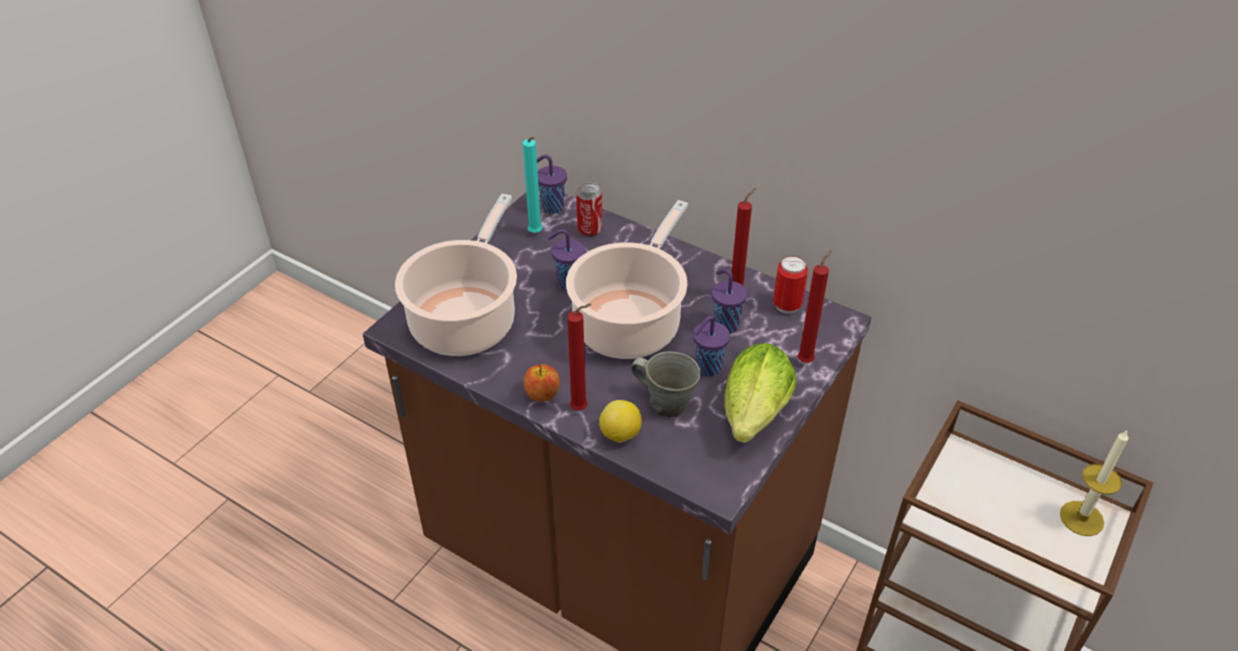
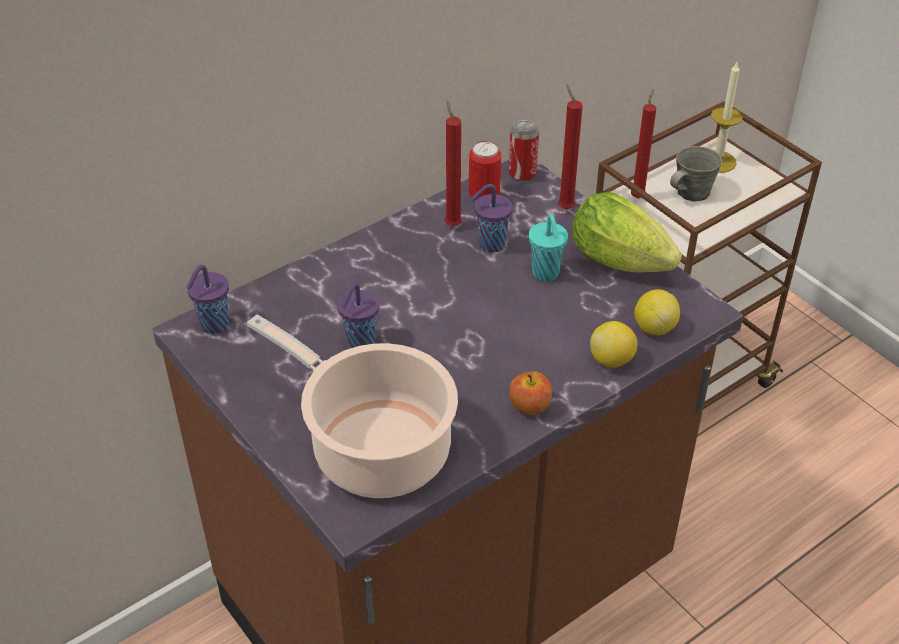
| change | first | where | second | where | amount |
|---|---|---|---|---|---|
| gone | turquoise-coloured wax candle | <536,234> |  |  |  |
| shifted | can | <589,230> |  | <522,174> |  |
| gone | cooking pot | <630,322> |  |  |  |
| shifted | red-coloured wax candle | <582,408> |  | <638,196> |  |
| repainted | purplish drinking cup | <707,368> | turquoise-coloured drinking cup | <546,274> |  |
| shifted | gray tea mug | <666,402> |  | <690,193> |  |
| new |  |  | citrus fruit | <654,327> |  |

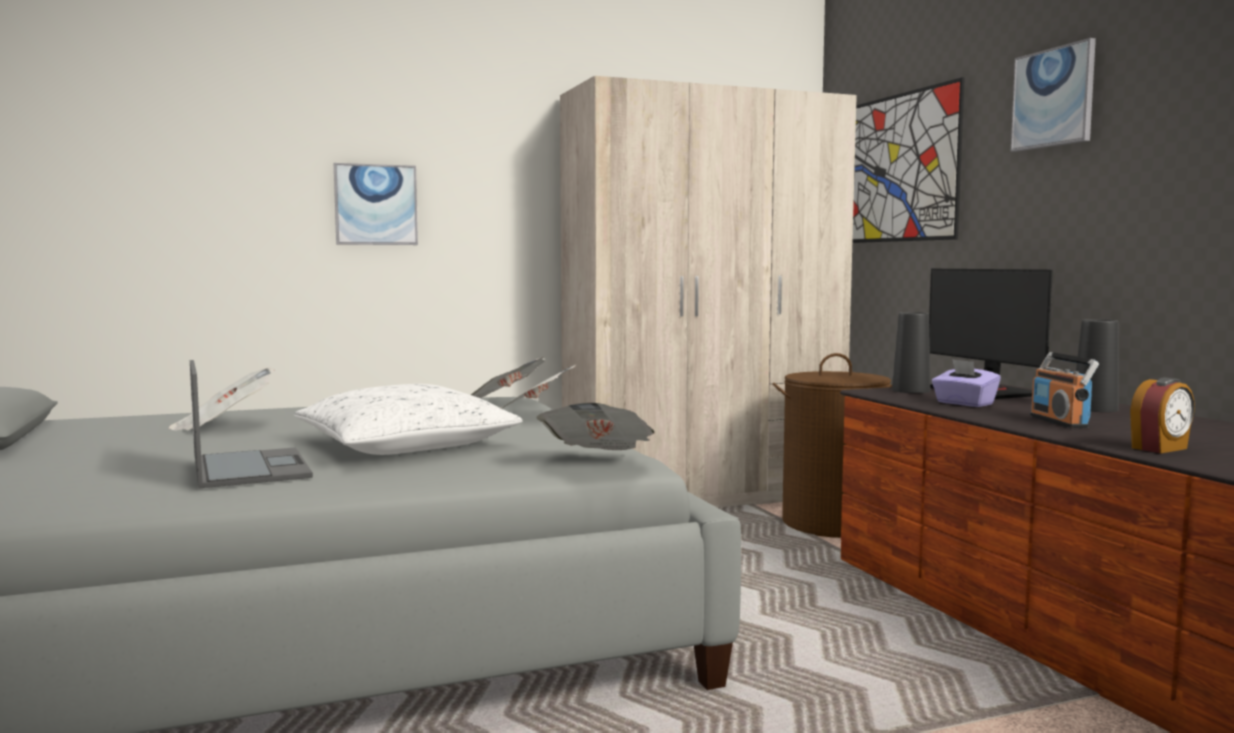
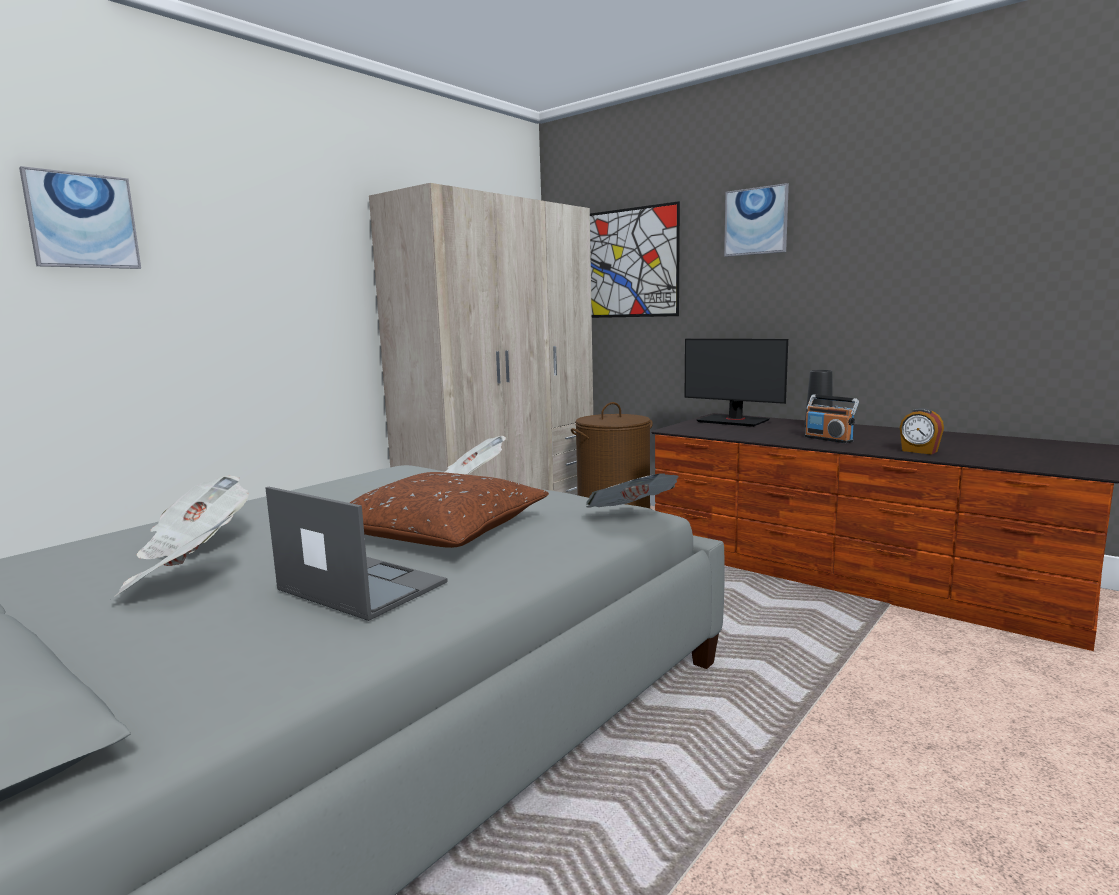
| change | first | where | second | where | amount |
|---|---|---|---|---|---|
| shifted | picture | <376,205> |  | <82,221> |  |
| gone | blackish decorative vase | <910,390> |  |  |  |
| shifted | daily paper | <504,402> |  | <176,587> |  |
| gone | purplish box of tissues | <964,403> |  |  |  |
| rotated | table clock | <1160,448> |  | <919,451> | 105 degrees clockwise |
| repainted | white-coloured cushion | <406,445> | brown-coloured cushion | <441,531> |  |

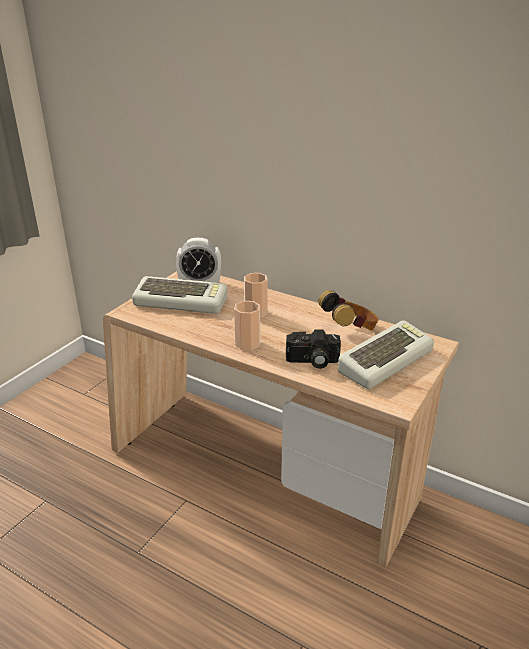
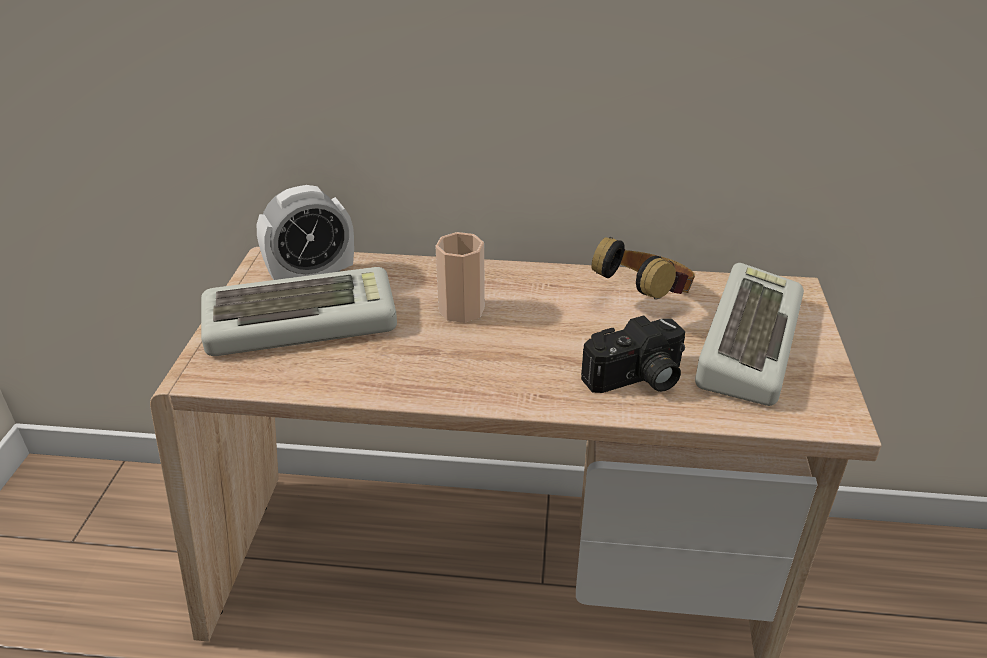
| change | first | where | second | where | amount |
|---|---|---|---|---|---|
| gone | drinking cup | <247,343> |  |  |  |

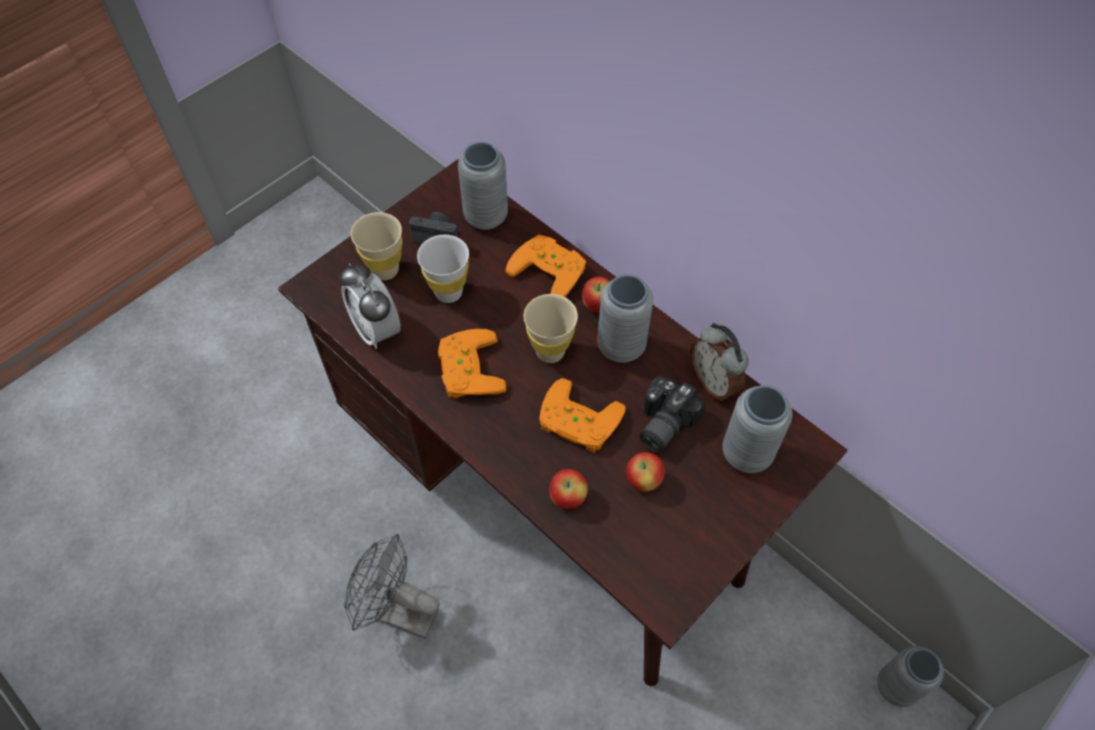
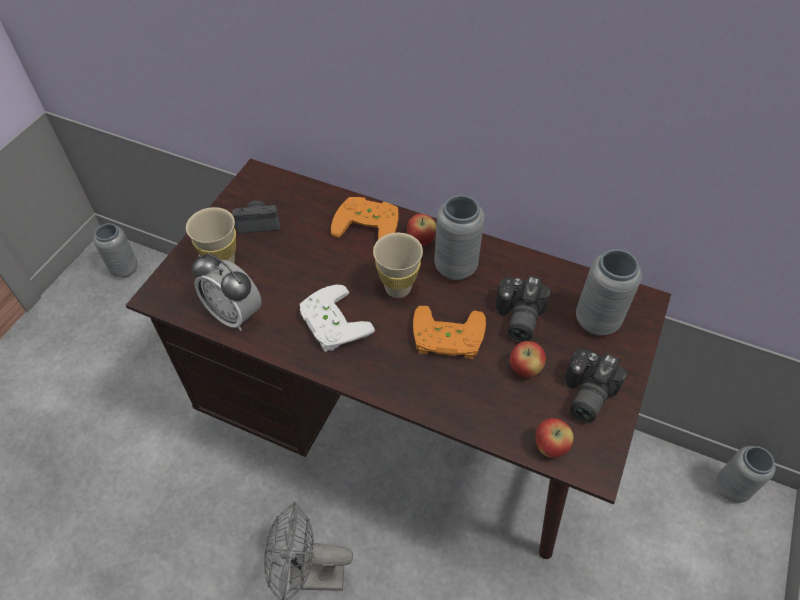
| change | first | where | second | where | amount |
|---|---|---|---|---|---|
| shifted | gray decorative vase | <486,217> |  | <124,269> |  |
| gone | white-coloured drinking cup | <448,292> |  |  |  |
| gone | table clock | <713,382> |  |  |  |
| repainted | orangey game controller | <466,369> | white-coloured game controller | <330,323> |  |
| shifted | apple fruit | <568,498> |  | <550,447> |  |
| new |  |  | photo camera | <584,394> |  |

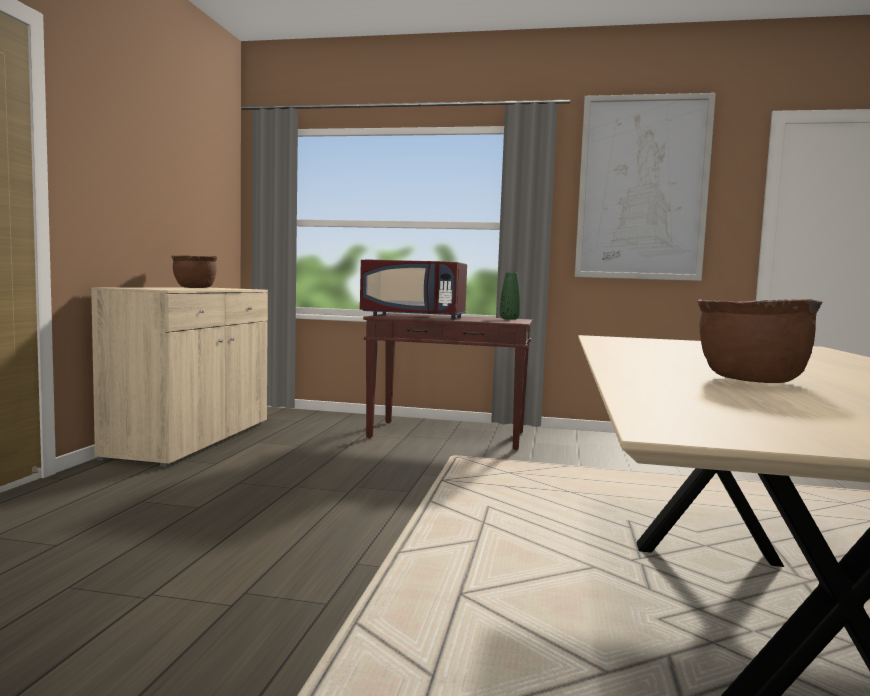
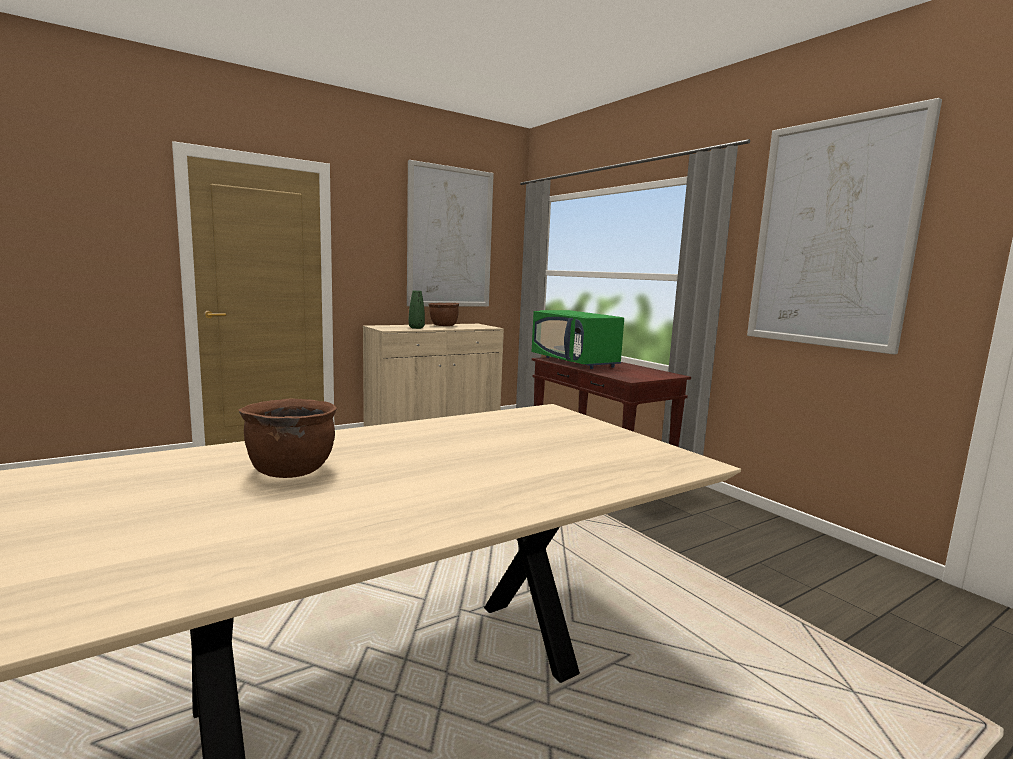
| change | first | where | second | where | amount |
|---|---|---|---|---|---|
| repainted | red-coloured kitchen microwave | <414,317> | green-coloured kitchen microwave | <575,362> |  |
| shifted | green-coloured decorative vase | <509,319> |  | <416,328> |  |
| new |  |  | picture | <449,238> |  |

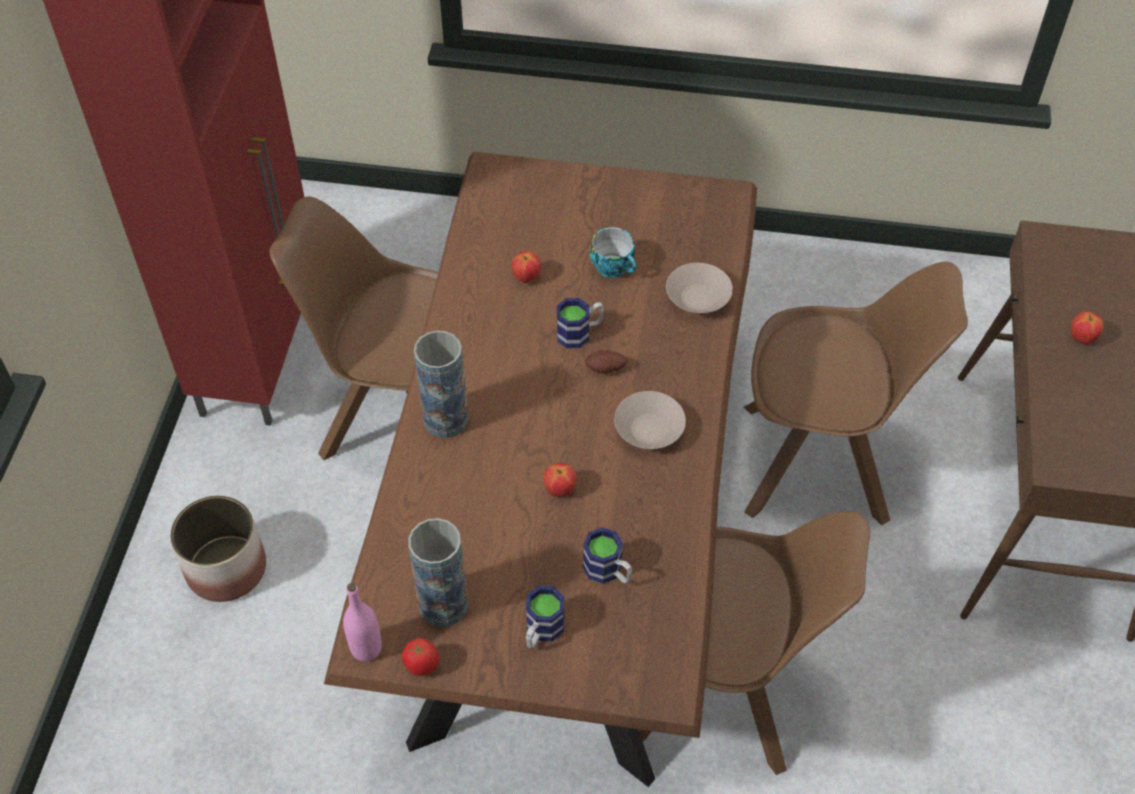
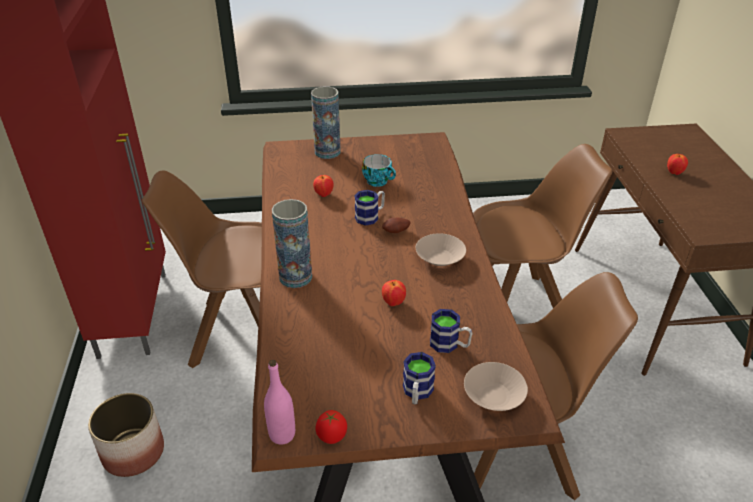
| change | first | where | second | where | amount |
|---|---|---|---|---|---|
| shifted | sand-coloured bowl | <698,299> |  | <494,397> |  |
| shifted | decorative vase | <443,604> |  | <327,152> |  |

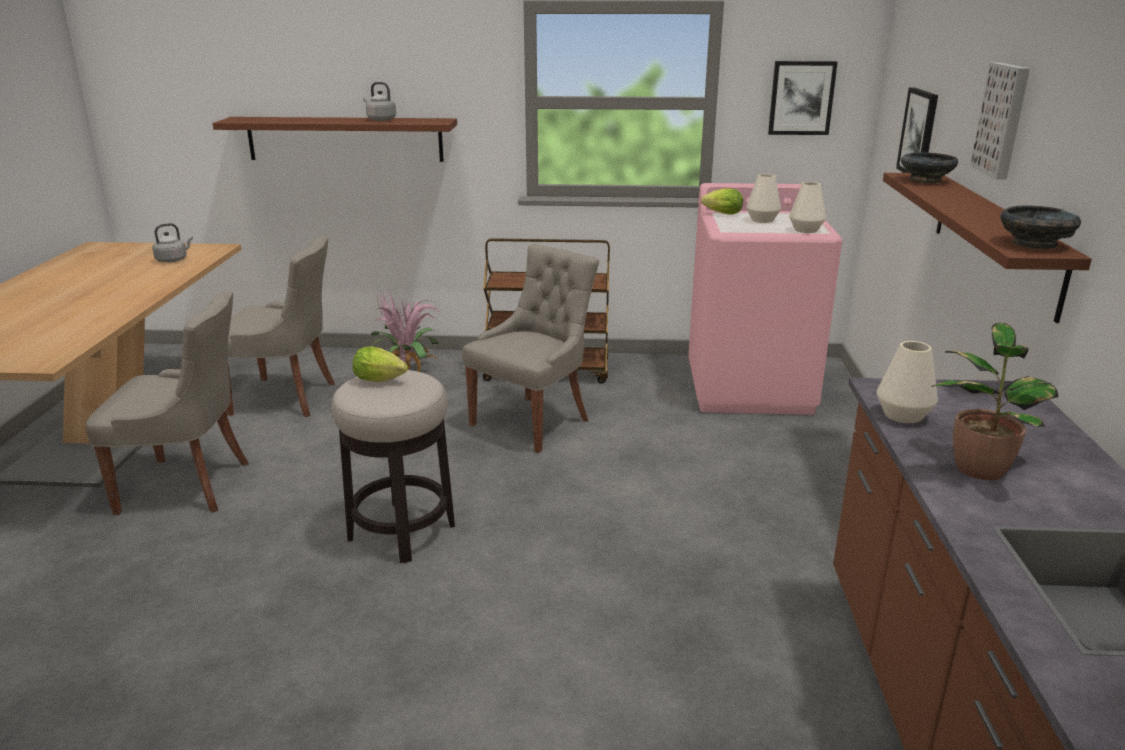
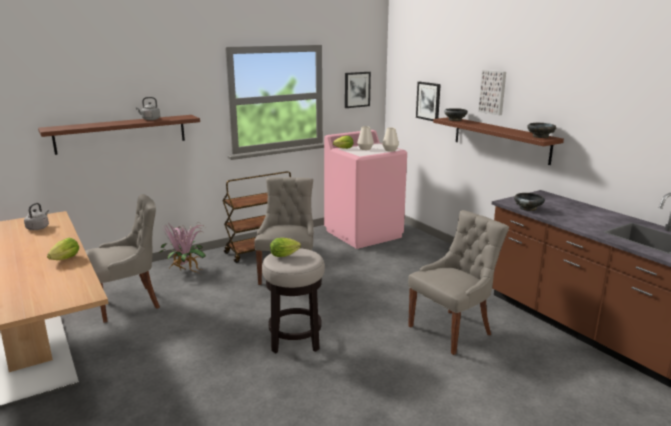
| change | first | where | second | where | amount |
|---|---|---|---|---|---|
| shifted | gray chair | <189,486> |  | <452,330> |  |
| gone | houseplant | <978,467> |  |  |  |
| swapped | white-coloured decorative vase | <903,415> | blackish bowl | <528,208> |  |
| new |  |  | lettuce | <64,260> |  |

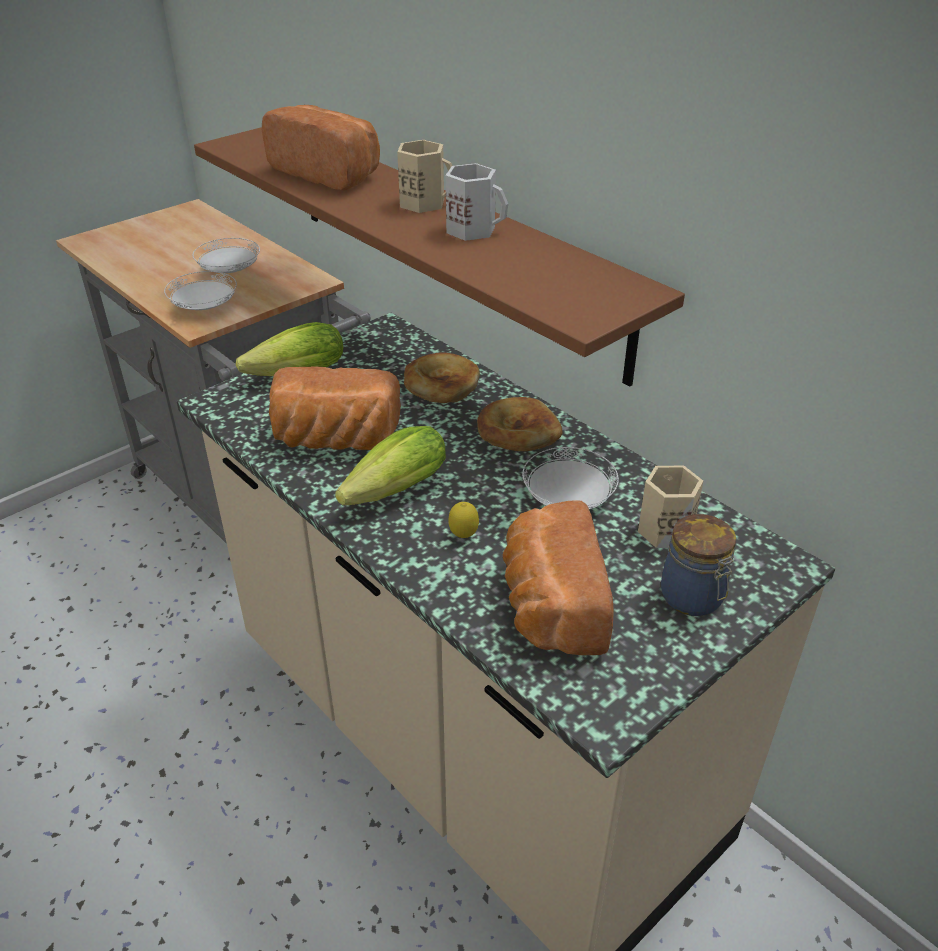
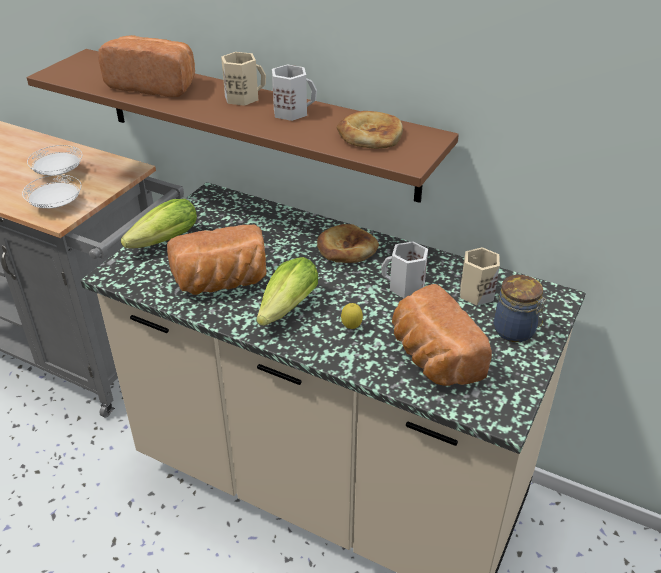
| change | first | where | second | where | amount |
|---|---|---|---|---|---|
| shifted | bread | <441,383> |  | <370,135> |  |
| swapped | white-coloured dinner plate | <568,499> | white-coloured tea mug | <405,287> |  |

